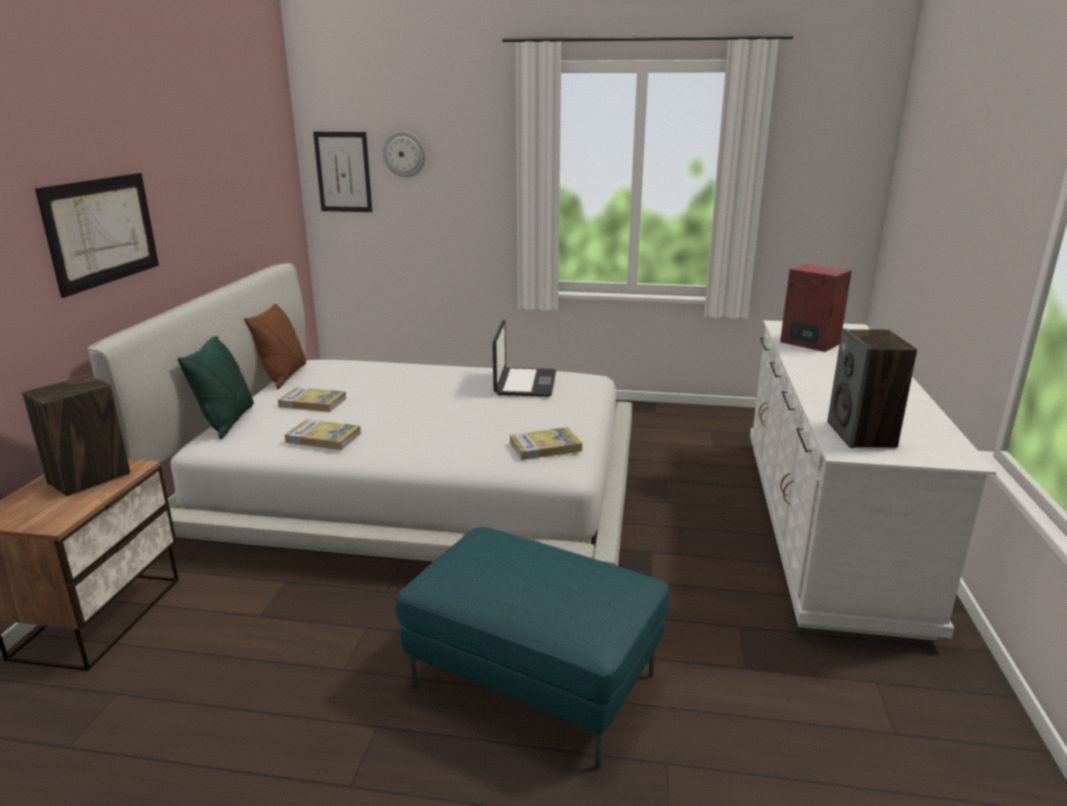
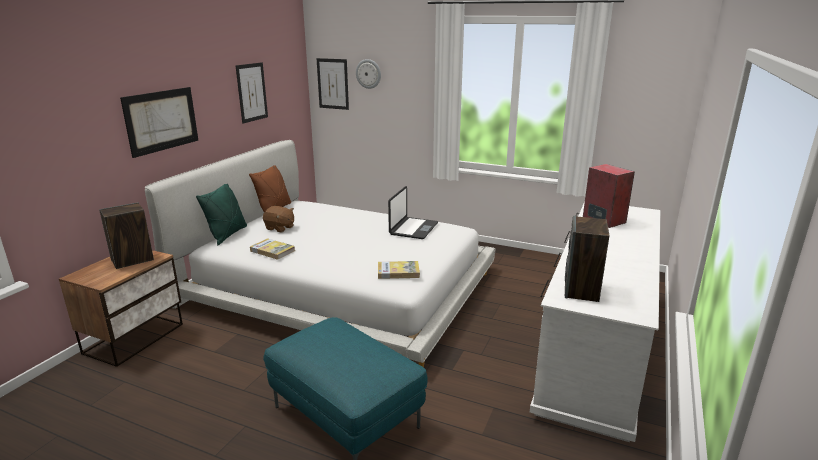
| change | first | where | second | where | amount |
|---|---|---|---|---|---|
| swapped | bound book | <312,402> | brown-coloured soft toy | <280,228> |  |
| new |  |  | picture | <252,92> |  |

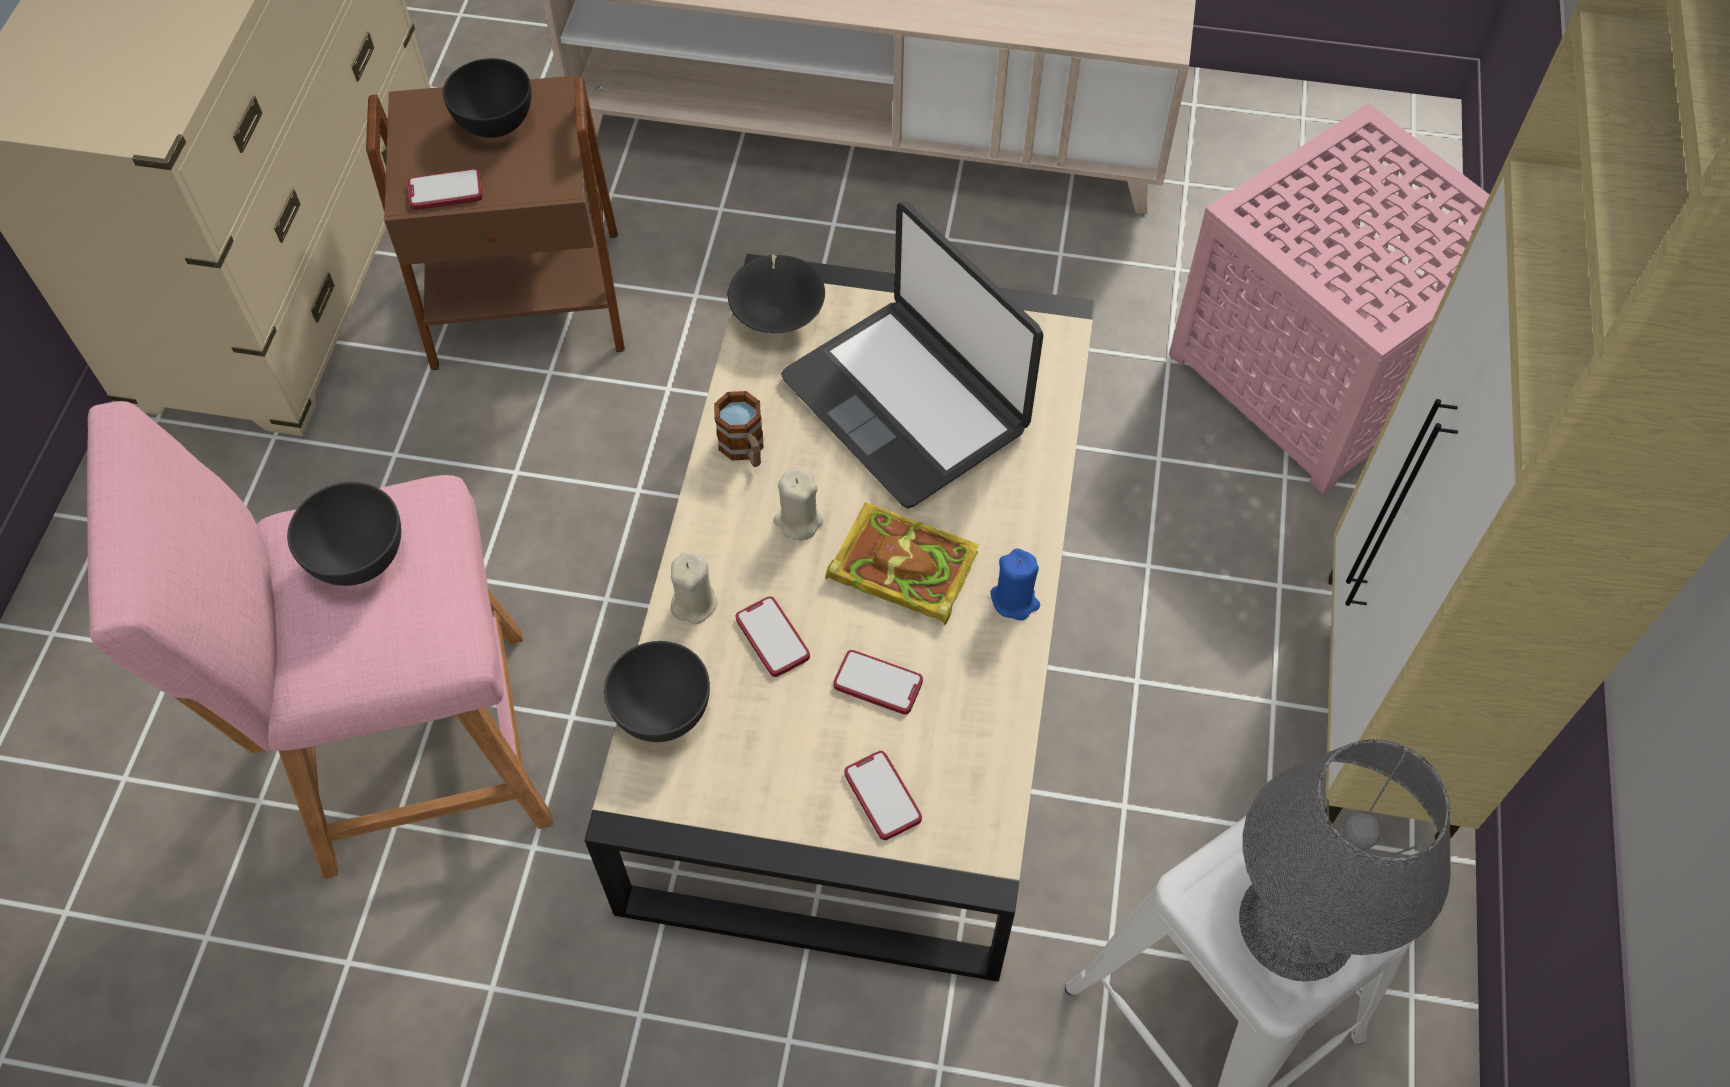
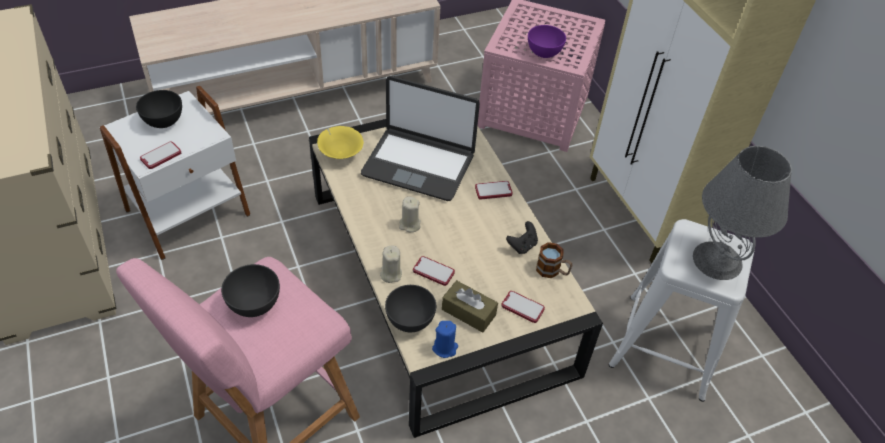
| change | first | where | second | where | amount |
|---|---|---|---|---|---|
| repainted | brown-coloured end table | <527,302> | white-coloured end table | <189,214> |  |
| repainted | blackish bowl | <778,314> | yellowish bowl | <340,153> |  |
| shifted | tea mug | <745,449> |  | <552,271> |  |
| gone | bound book | <899,567> |  |  |  |
| shifted | bluish wax candle | <1014,600> |  | <445,348> |  |
| shifted | handset | <878,683> |  | <493,191> |  |
| new |  |  | purplish bowl | <544,52> |  |
| new |  |  | blackish game controller | <522,245> |  |
| new |  |  | brown-coloured box of tissues | <468,312> |  |

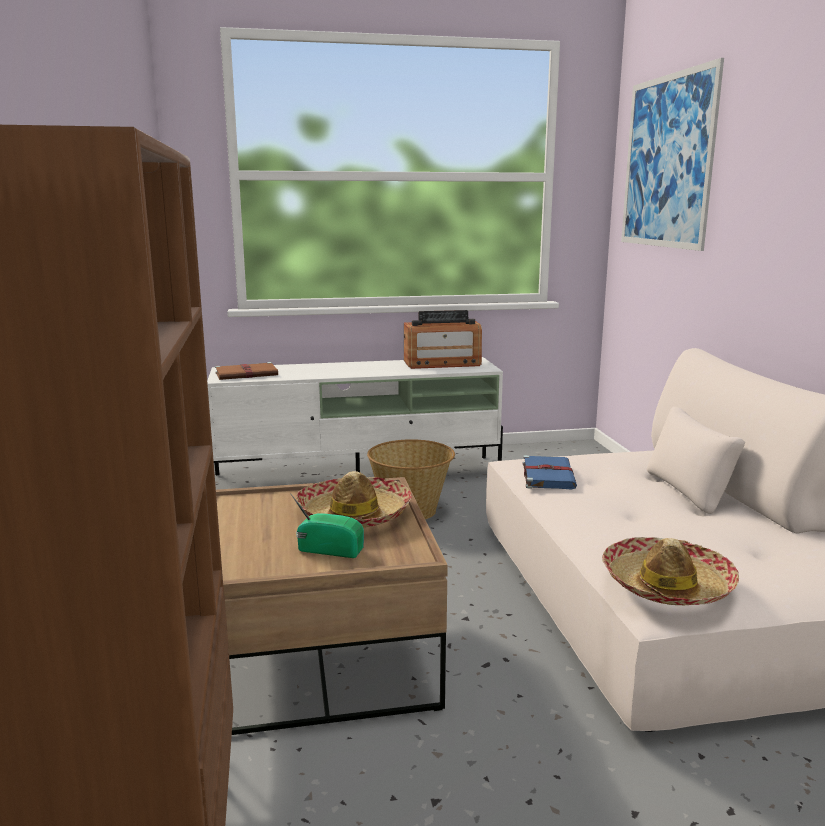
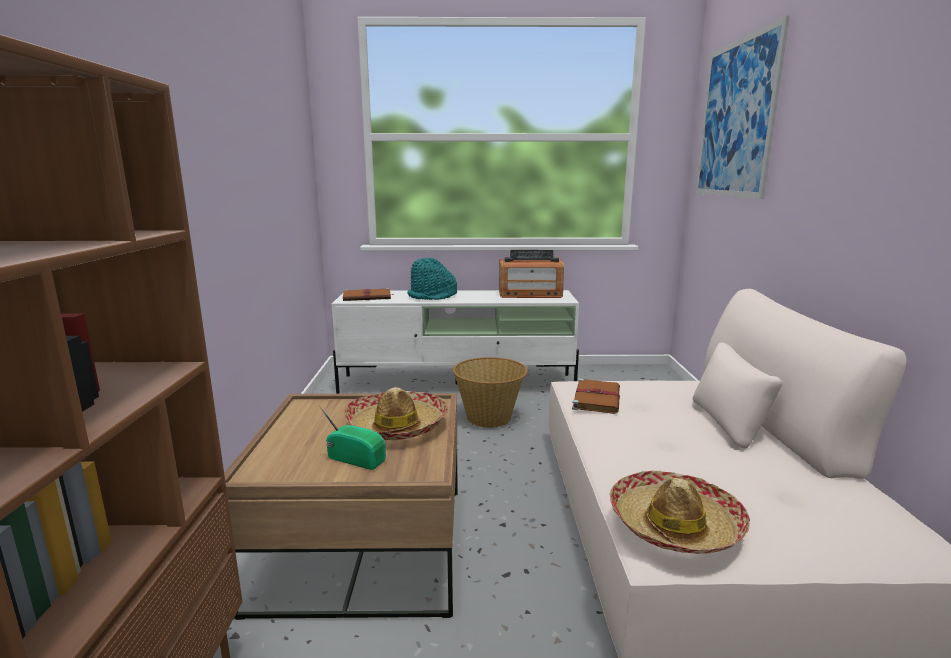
| change | first | where | second | where | amount |
|---|---|---|---|---|---|
| repainted | bluish bound book | <547,475> | brown-coloured bound book | <596,398> |  |
| new |  |  | turquoise-coloured wearable hat | <432,296> |  |

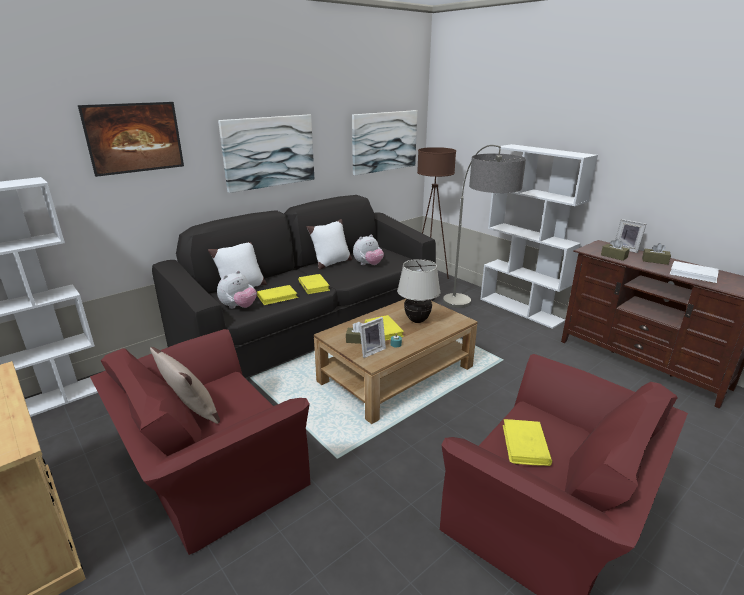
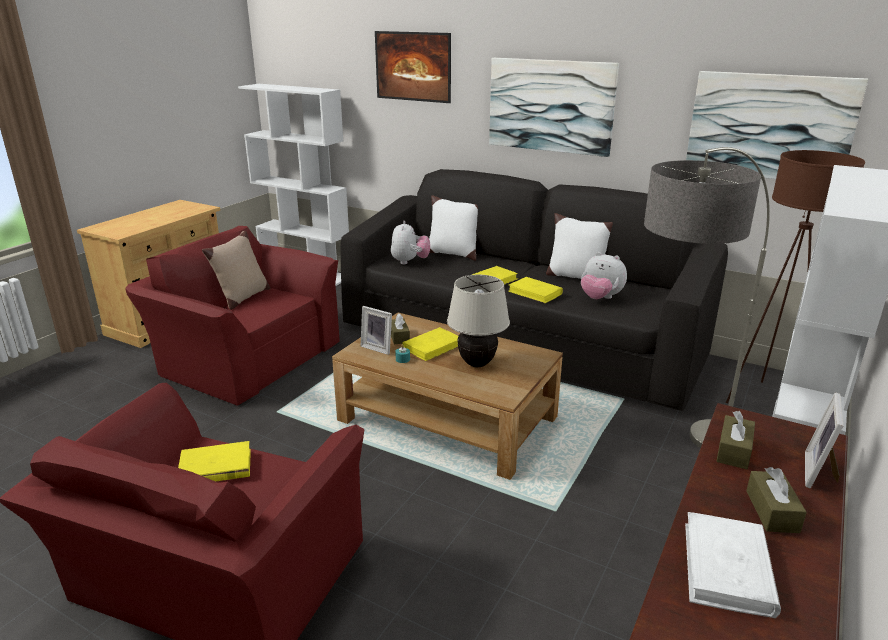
| change | first | where | second | where | amount |
|---|---|---|---|---|---|
| rotated | soft toy | <239,307> |  | <410,262> | 105 degrees counterclockwise |
| shifted | yellowish bound book | <277,297> |  | <535,293> |  |

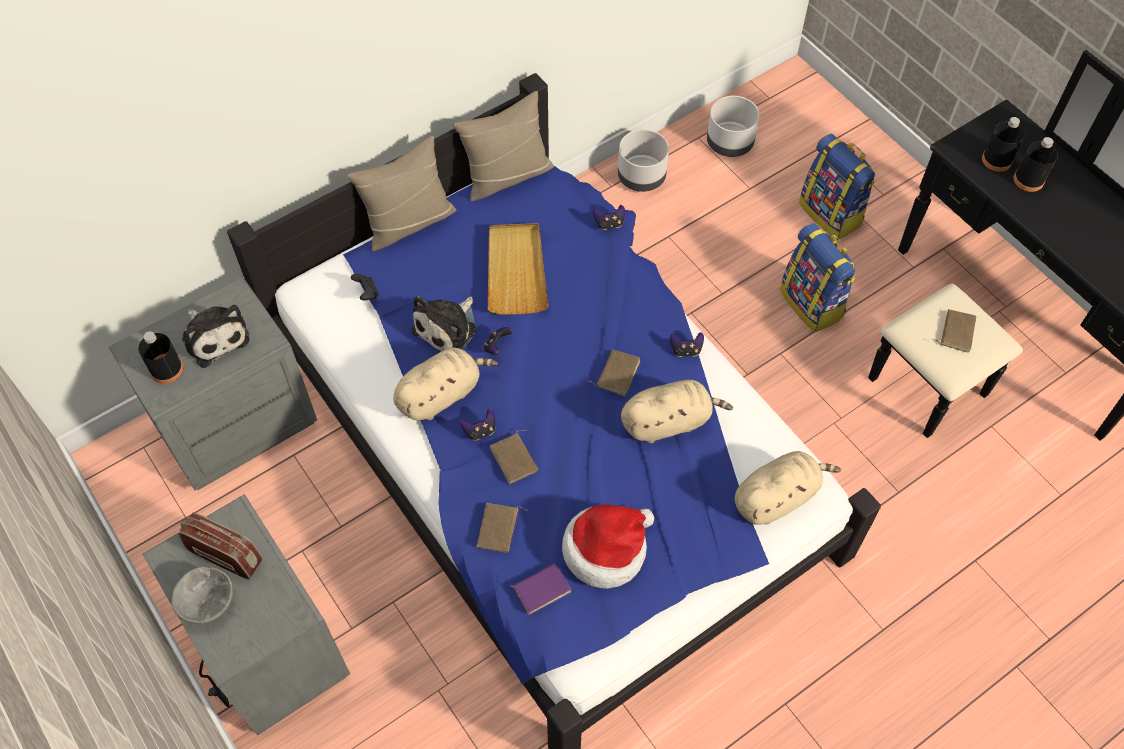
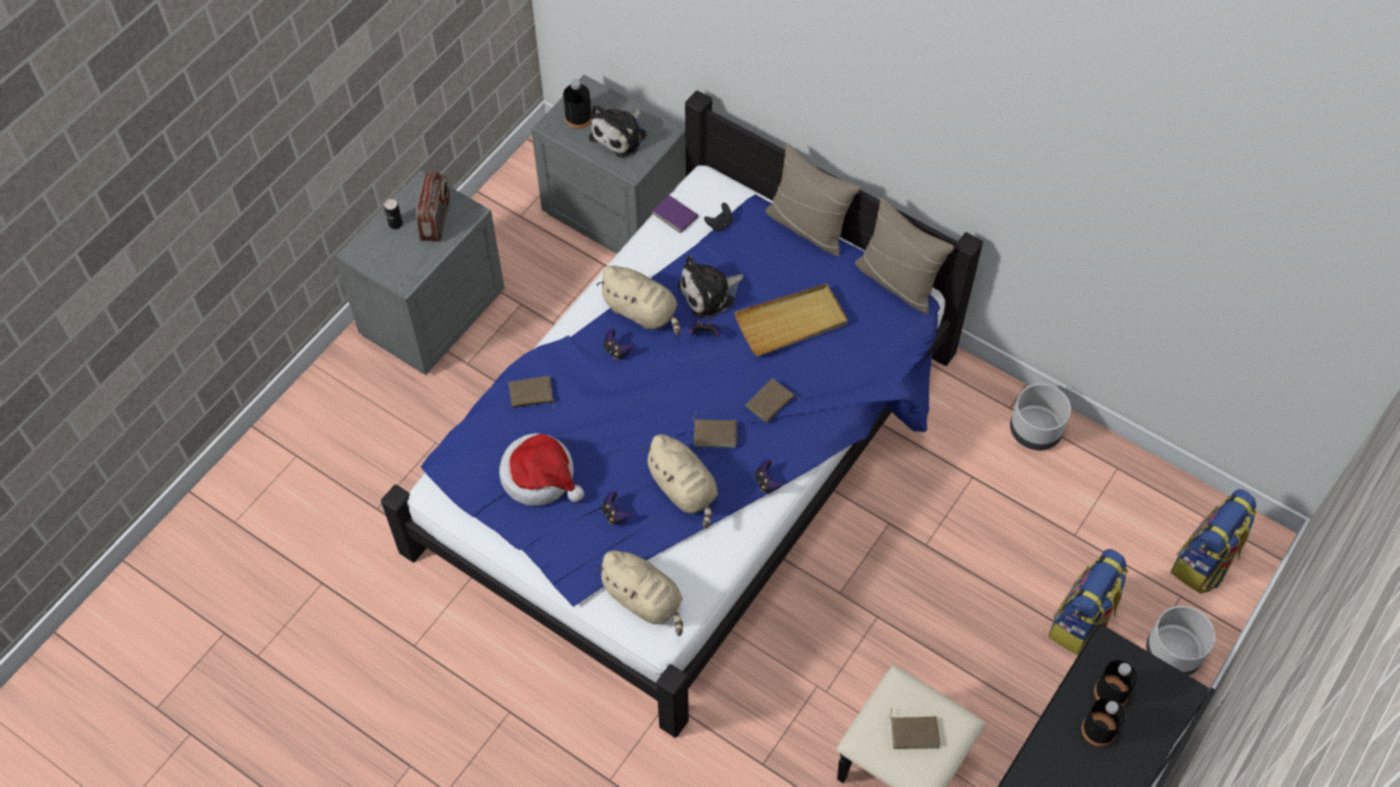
| change | first | where | second | where | amount |
|---|---|---|---|---|---|
| shifted | gray plant pot | <730,143> |  | <1173,653> |  |
| shifted | game controller | <609,224> |  | <614,514> |  |
| shifted | backpack | <812,303> |  | <1204,562> |  |
| rotated | soft toy | <448,328> |  | <710,294> | 45 degrees counterclockwise |
| shifted | brown-coloured bound book | <515,459> |  | <770,403> |  |
| shifted | purplish bound book | <541,588> |  | <676,215> |  |
| swapped | gray bowl | <208,602> | can | <395,224> |  |

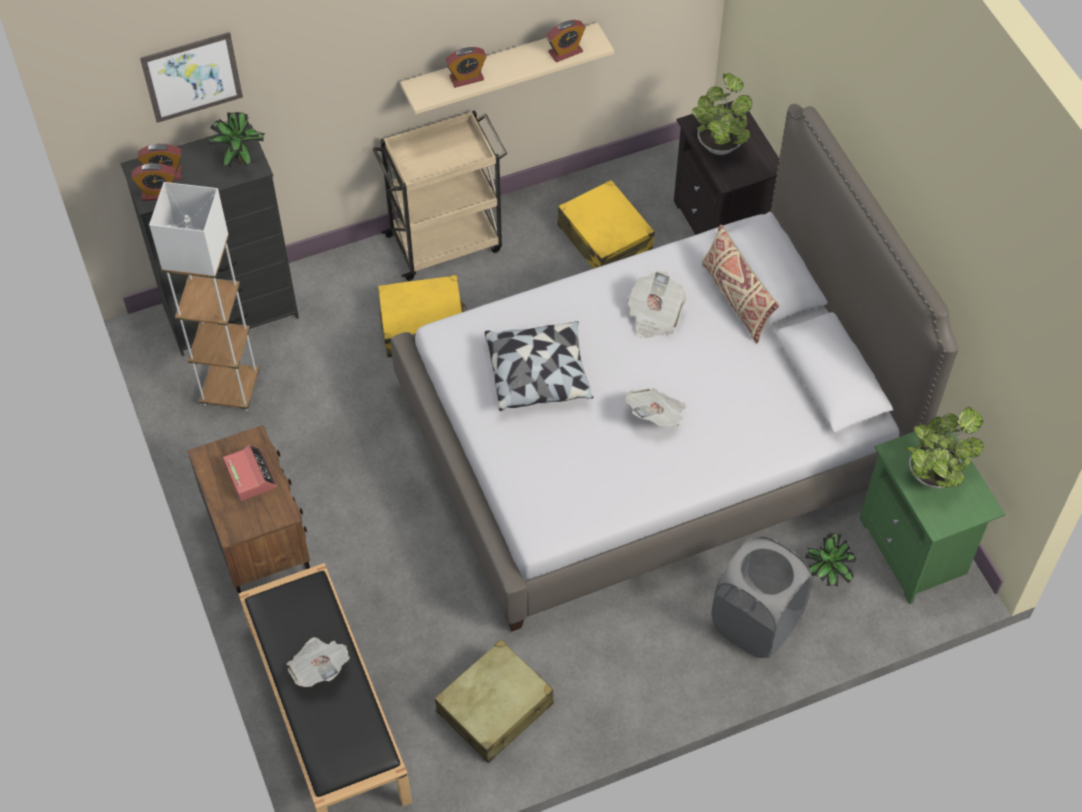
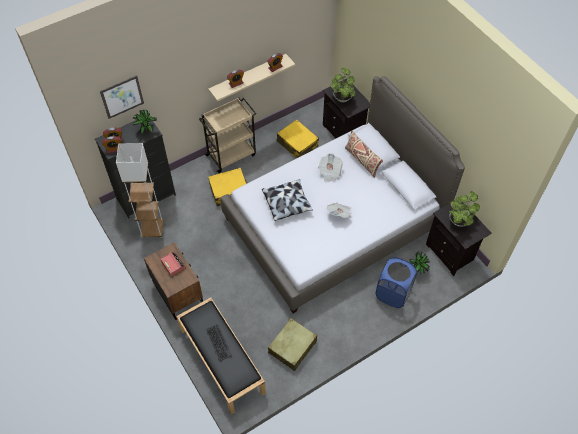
| change | first | where | second | where | amount |
|---|---|---|---|---|---|
| repainted | green-coloured bedside table | <916,549> | blackish bedside table | <451,253> |  |
| repainted | gray washing basket | <756,623> | bluish washing basket | <393,294> |  |
| swapped | daily paper | <319,668> | keyboard | <218,342> |  |

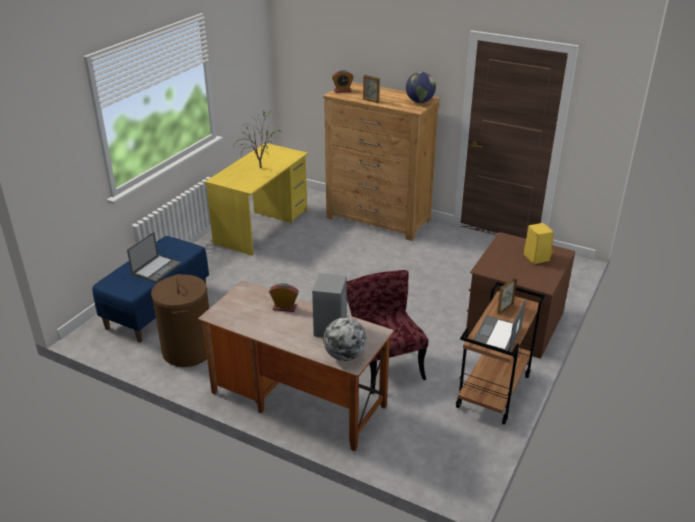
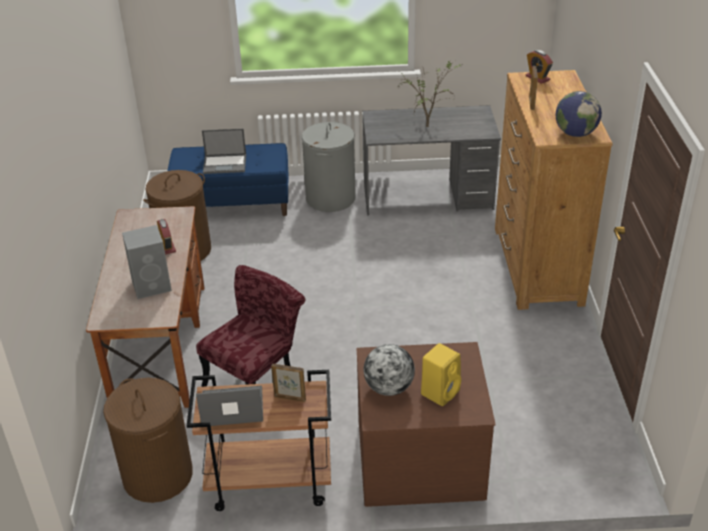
| change | first | where | second | where | amount |
|---|---|---|---|---|---|
| repainted | yellowish desk unit | <262,227> | gray desk unit | <427,197> |  |
| shifted | globe | <345,356> |  | <389,388> |  |
| new |  |  | gray washing basket | <331,198> |  |
| new |  |  | brown-coloured washing basket | <157,475> |  |

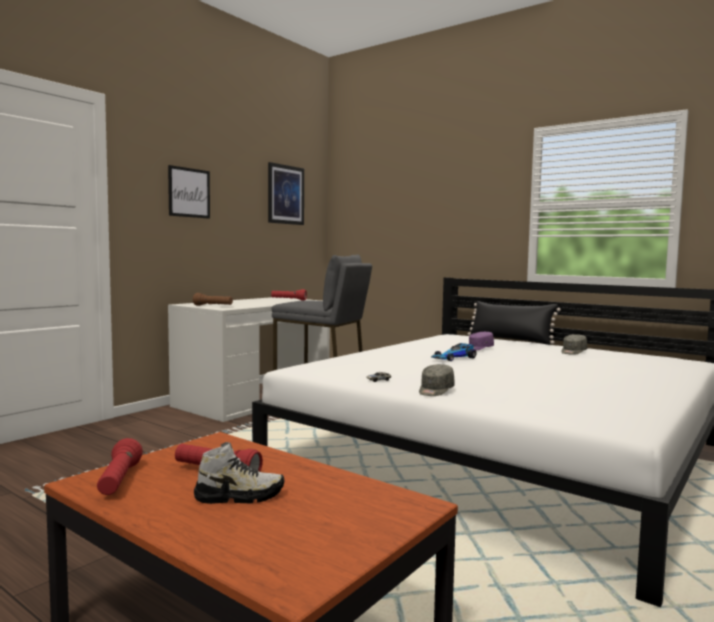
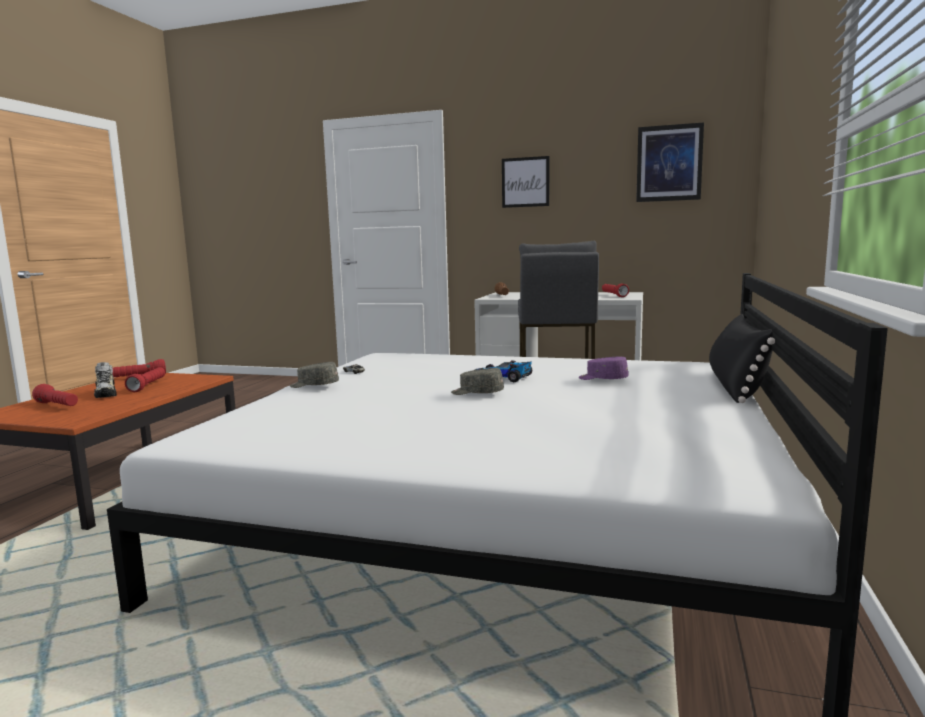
| change | first | where | second | where | amount |
|---|---|---|---|---|---|
| shifted | gray peaked cap | <573,352> |  | <477,393> |  |
| new |  |  | red-coloured flashlight | <57,405> |  |

